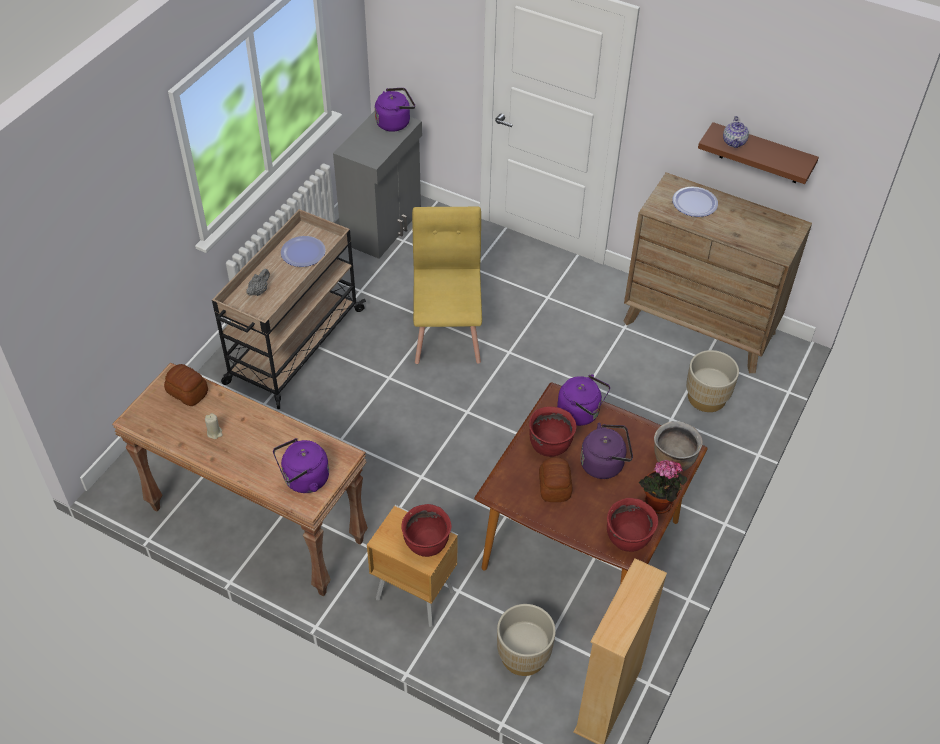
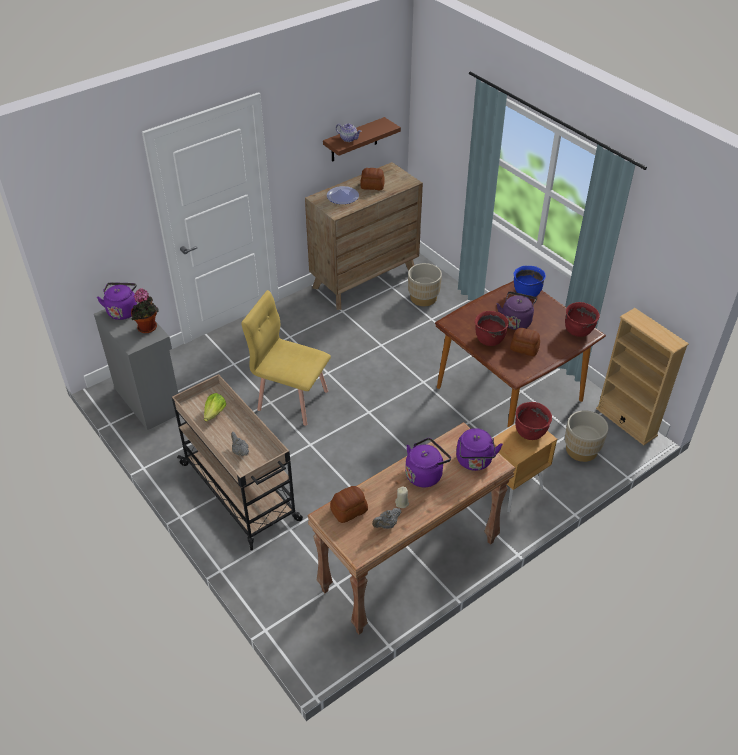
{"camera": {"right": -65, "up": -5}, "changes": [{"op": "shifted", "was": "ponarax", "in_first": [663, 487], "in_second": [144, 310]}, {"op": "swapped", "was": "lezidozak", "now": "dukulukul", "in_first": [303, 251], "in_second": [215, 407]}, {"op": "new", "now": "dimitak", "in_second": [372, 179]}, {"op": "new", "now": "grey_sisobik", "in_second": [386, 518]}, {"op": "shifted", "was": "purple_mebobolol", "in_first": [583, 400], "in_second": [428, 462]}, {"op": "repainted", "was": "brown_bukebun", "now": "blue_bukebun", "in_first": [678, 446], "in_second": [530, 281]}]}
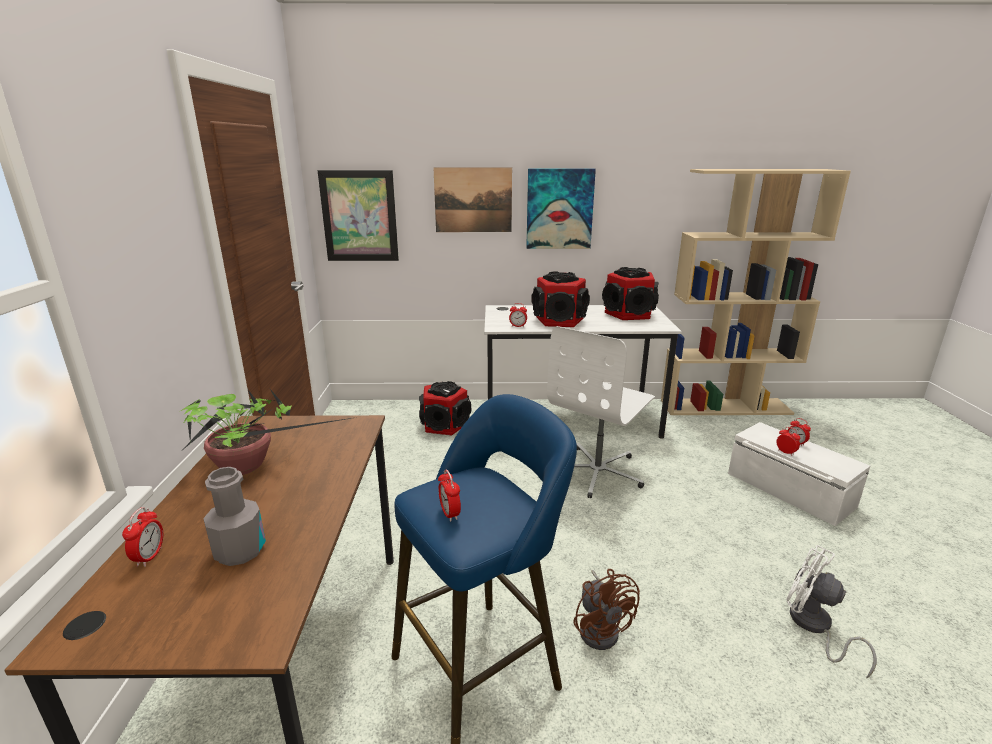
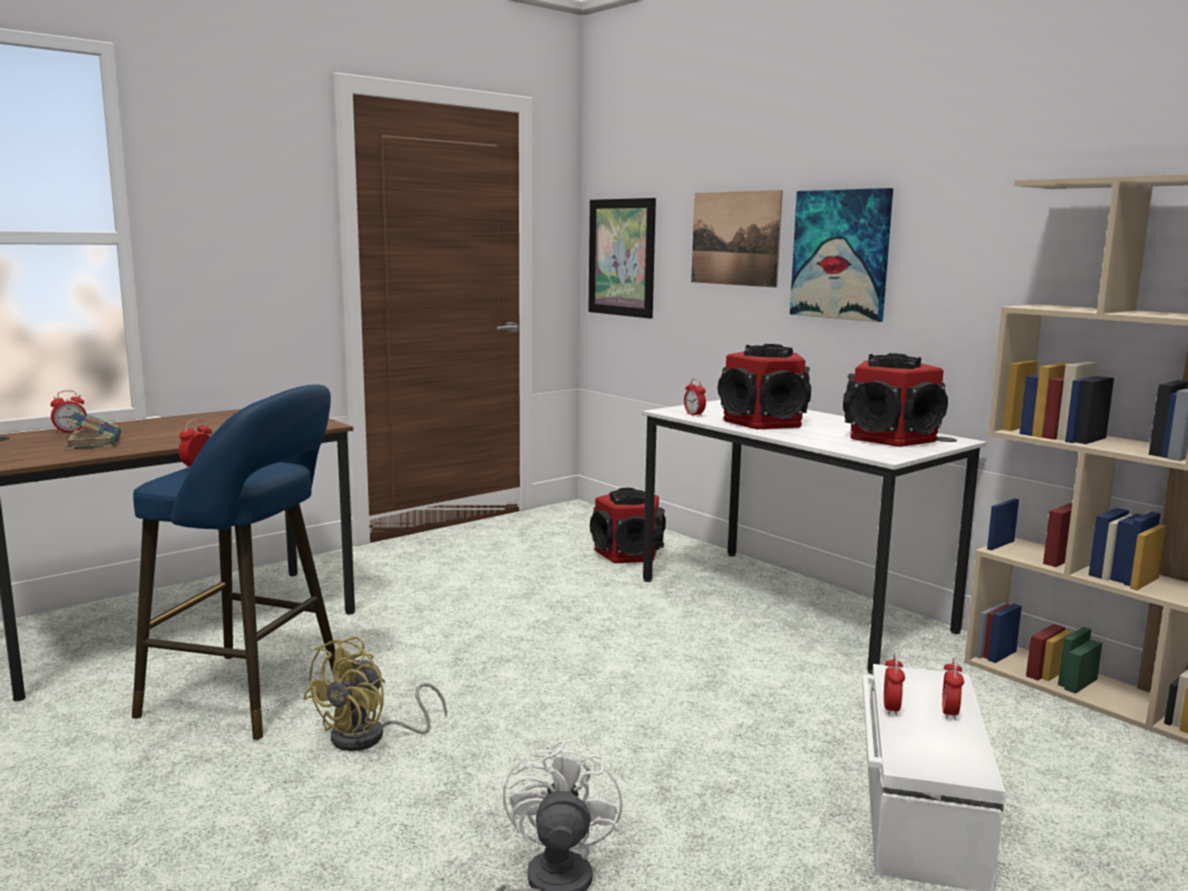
{"camera": {"right": 50, "up": -10}, "changes": [{"op": "swapped", "was": "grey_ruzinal", "now": "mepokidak", "in_first": [234, 516], "in_second": [93, 430]}, {"op": "repainted", "was": "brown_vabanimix", "now": "yellow_vabanimix", "in_first": [606, 609], "in_second": [375, 694]}, {"op": "gone", "was": "ponarax", "in_first": [268, 432]}, {"op": "gone", "was": "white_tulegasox", "in_first": [601, 412]}]}
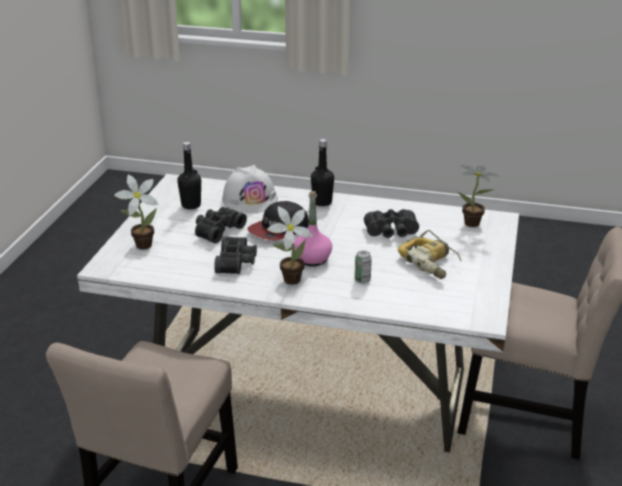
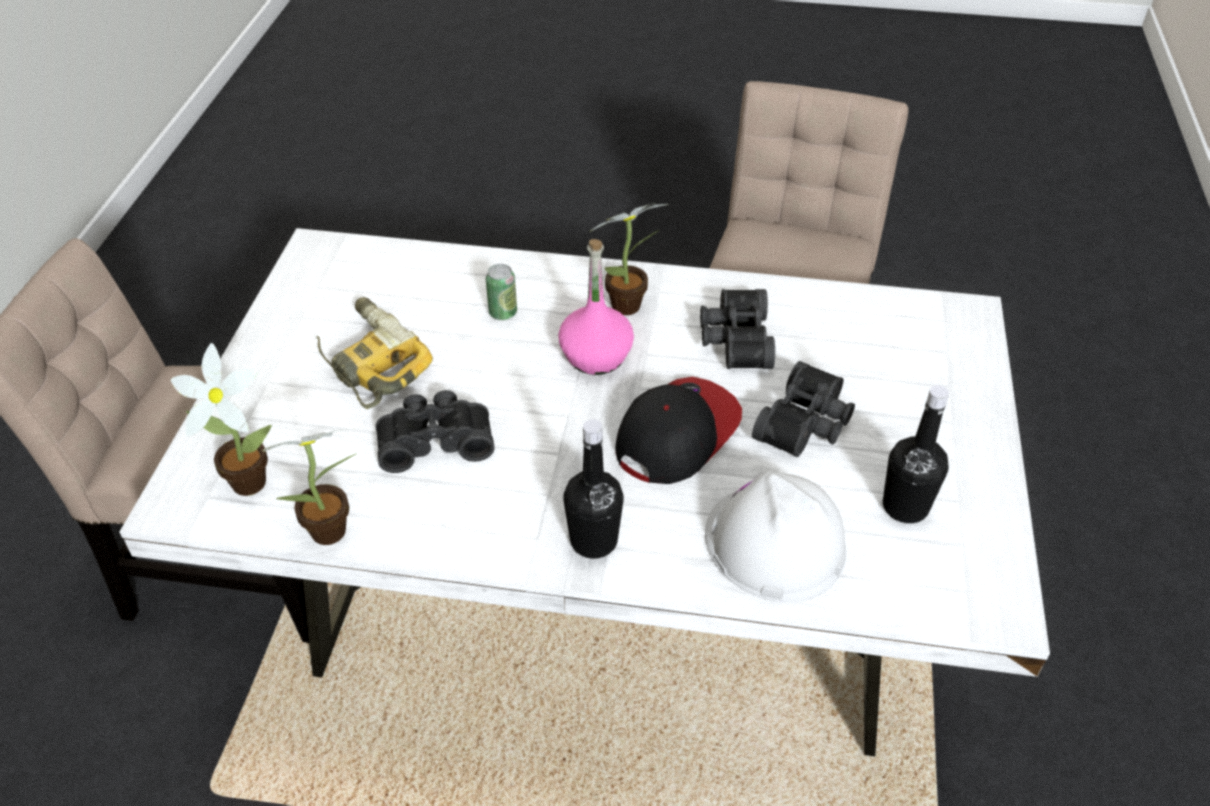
{"camera": {"right": 175, "up": 15}, "changes": [{"op": "shifted", "was": "ponarax", "in_first": [136, 212], "in_second": [311, 486]}]}
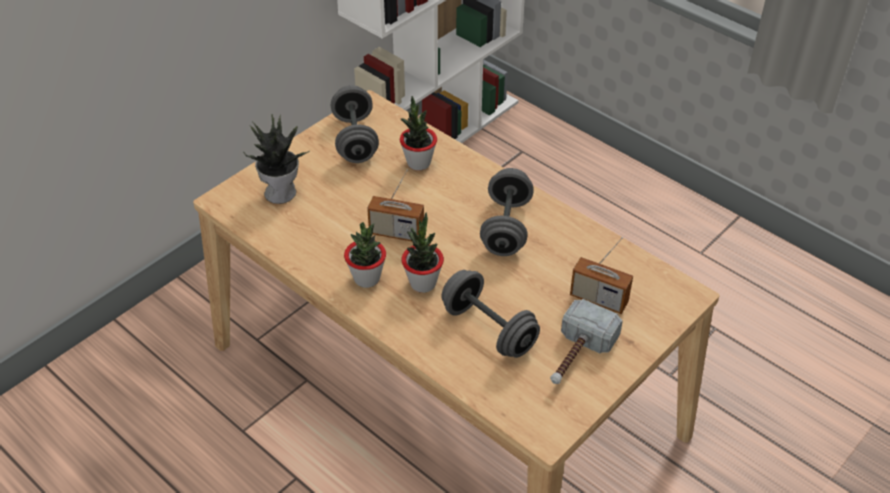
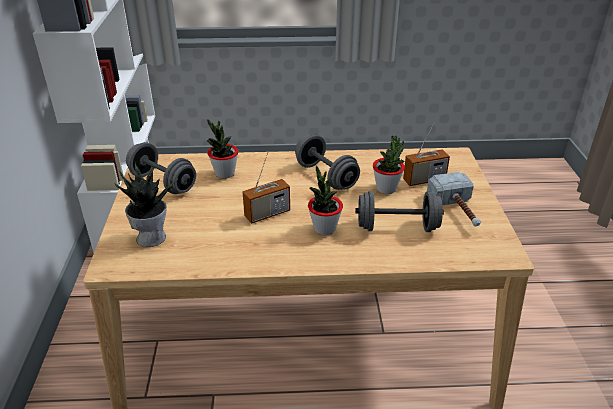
{"camera": {"right": -45, "up": -10}, "changes": [{"op": "shifted", "was": "ponarax", "in_first": [365, 255], "in_second": [389, 164]}]}
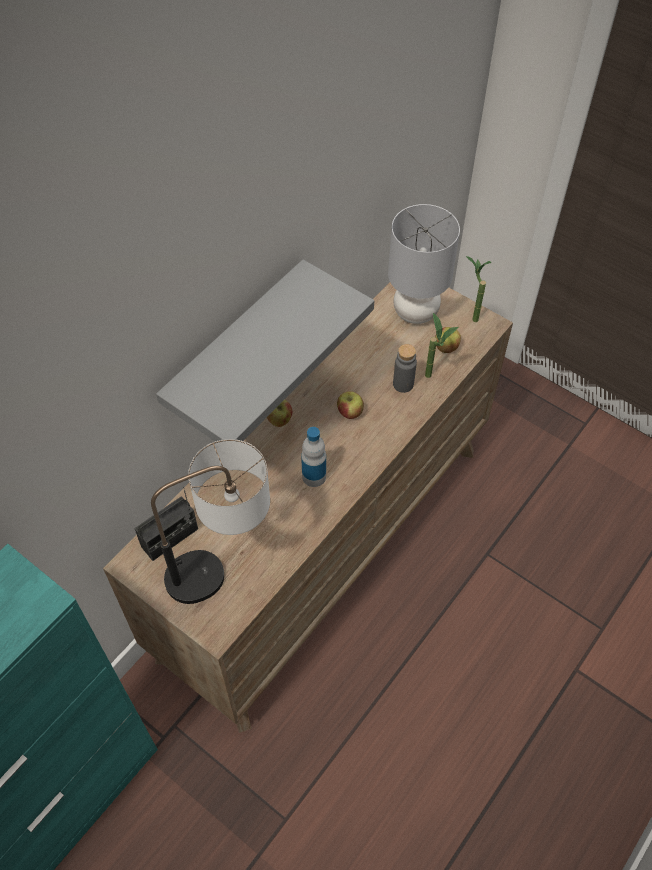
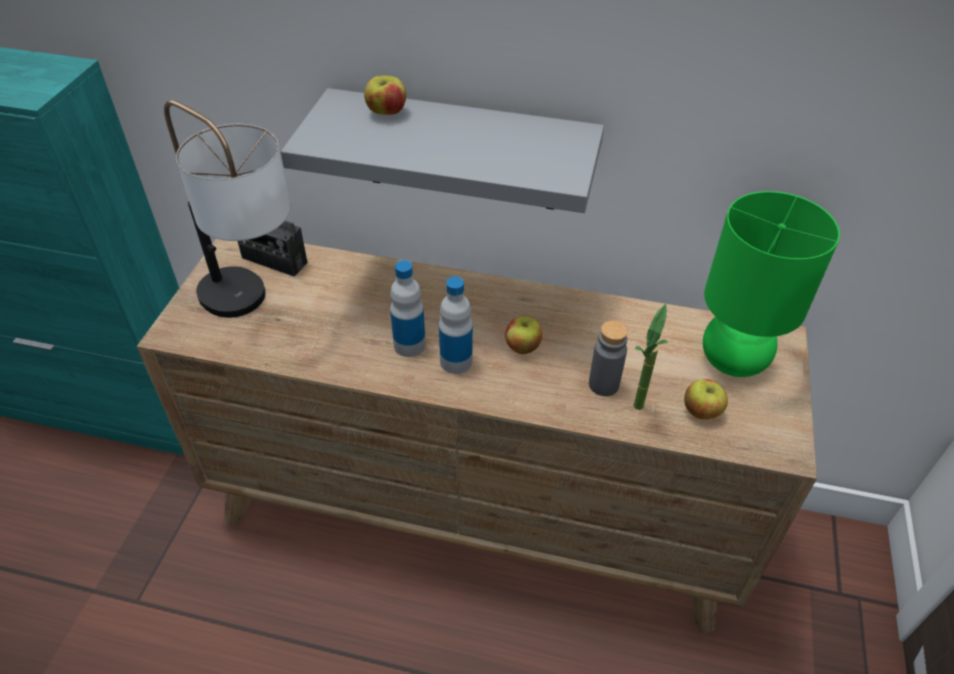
{"camera": {"right": 65, "up": -10}, "changes": [{"op": "shifted", "was": "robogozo", "in_first": [279, 413], "in_second": [385, 95]}, {"op": "new", "now": "ruzinal", "in_second": [456, 325]}, {"op": "repainted", "was": "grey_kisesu", "now": "green_kisesu", "in_first": [424, 264], "in_second": [771, 284]}, {"op": "gone", "was": "ponarax", "in_first": [479, 289]}]}
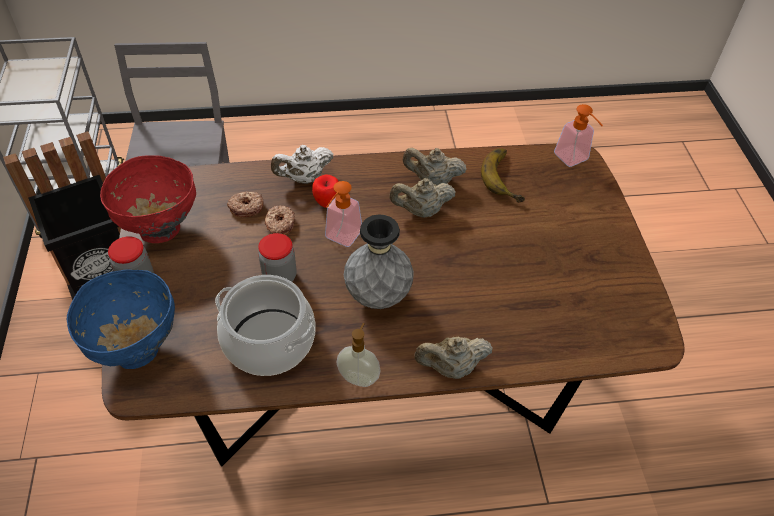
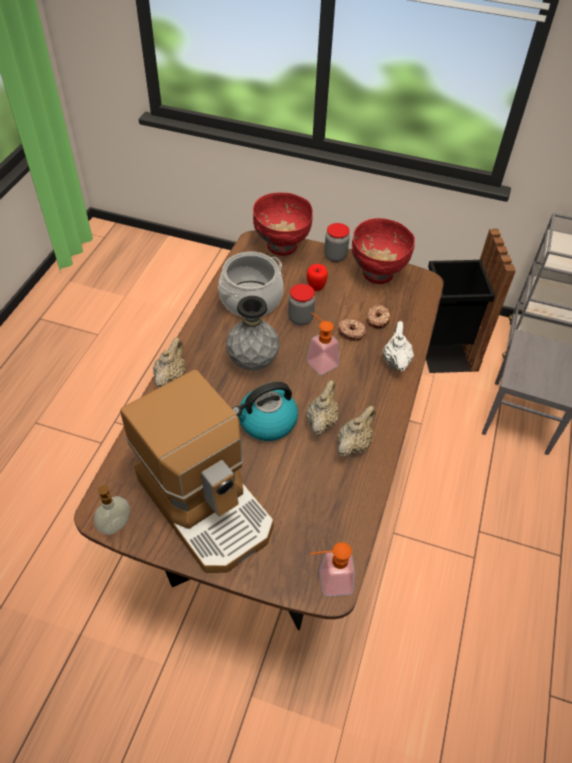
{"camera": {"right": 115, "up": 0}, "changes": [{"op": "shifted", "was": "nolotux", "in_first": [358, 355], "in_second": [112, 510]}, {"op": "new", "now": "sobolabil", "in_second": [197, 471]}, {"op": "new", "now": "mebobolol", "in_second": [265, 411]}, {"op": "repainted", "was": "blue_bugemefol", "now": "red_bugemefol", "in_first": [121, 319], "in_second": [283, 224]}, {"op": "shifted", "was": "robogozo", "in_first": [325, 191], "in_second": [317, 277]}, {"op": "gone", "was": "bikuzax", "in_first": [503, 175]}]}
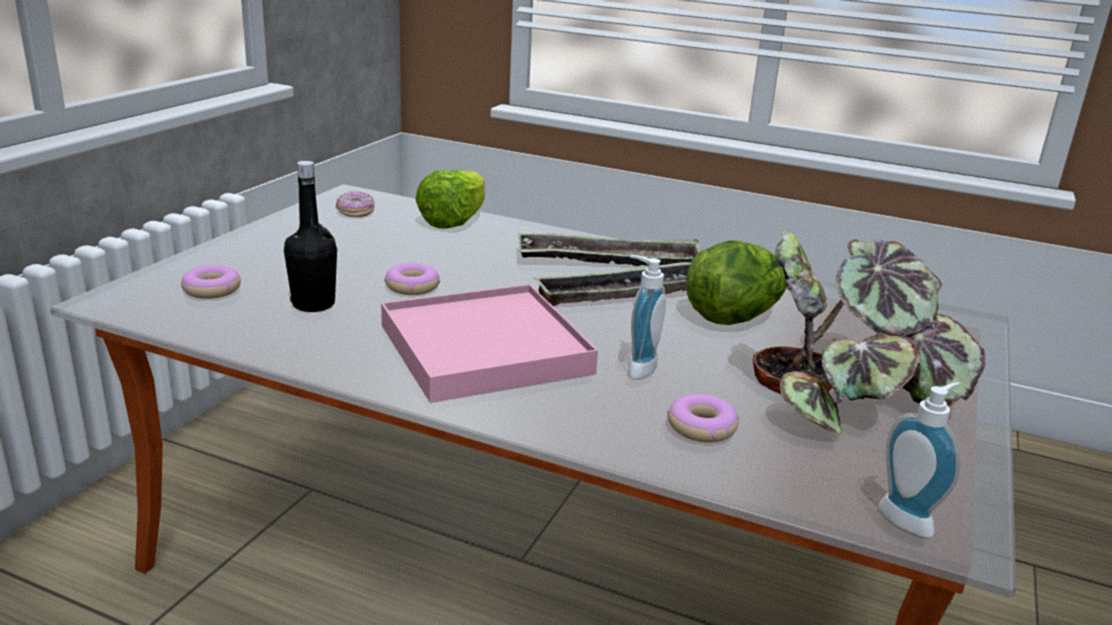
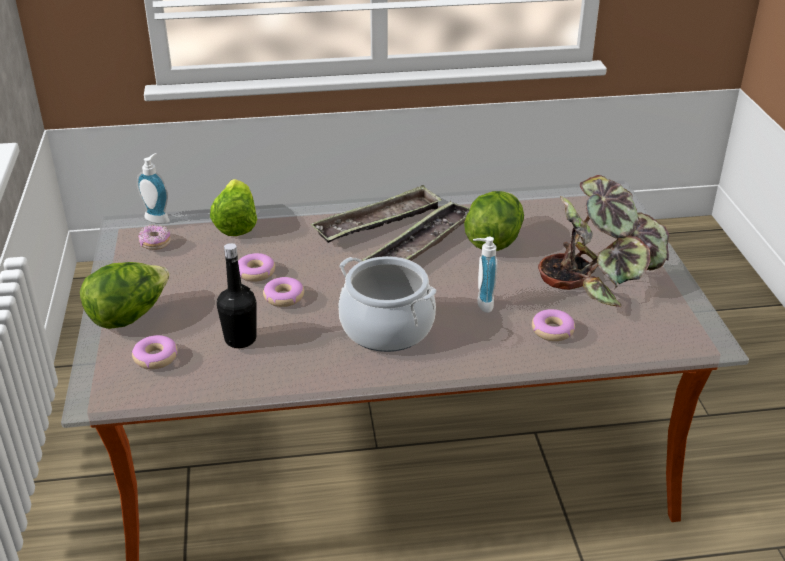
{"camera": {"right": -30, "up": 10}, "changes": [{"op": "new", "now": "dukulukul", "in_second": [125, 295]}, {"op": "shifted", "was": "nolotux", "in_first": [919, 460], "in_second": [153, 188]}, {"op": "new", "now": "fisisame", "in_second": [256, 267]}, {"op": "swapped", "was": "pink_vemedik", "now": "bukebun", "in_first": [489, 343], "in_second": [387, 304]}]}
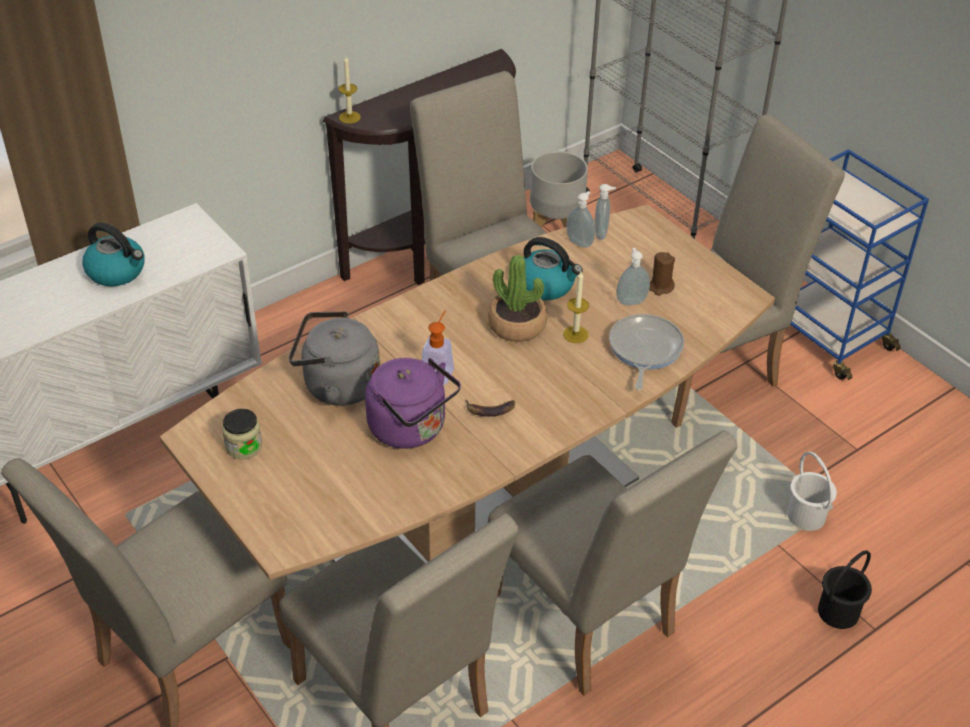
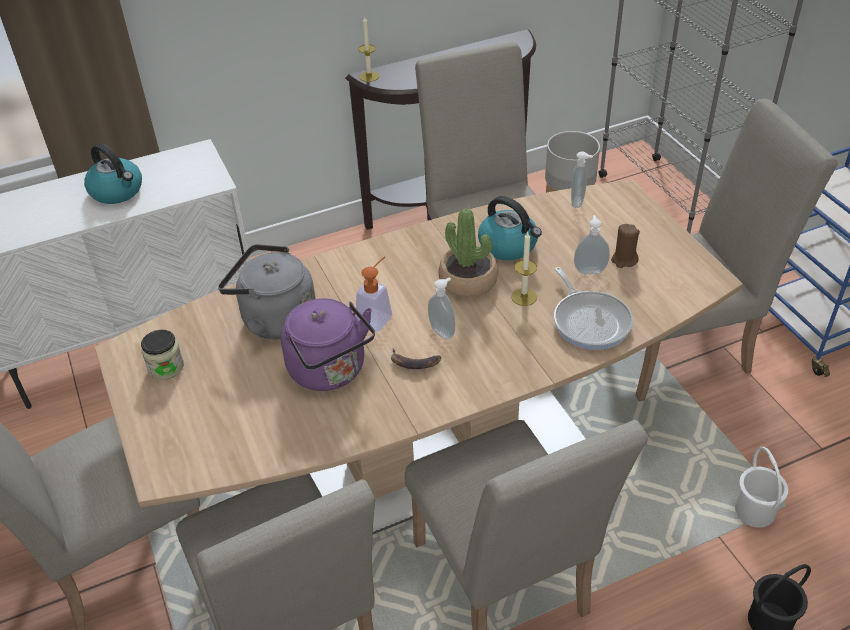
{"camera": {"right": 15, "up": 0}, "changes": [{"op": "shifted", "was": "nolotux", "in_first": [580, 219], "in_second": [441, 308]}, {"op": "rotated", "was": "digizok", "in_first": [646, 352], "in_second": [593, 308], "clockwise": 135}]}
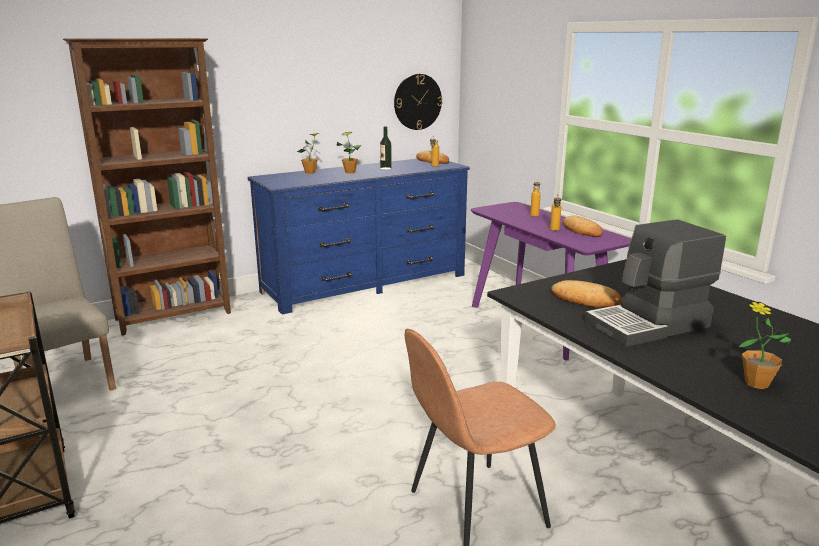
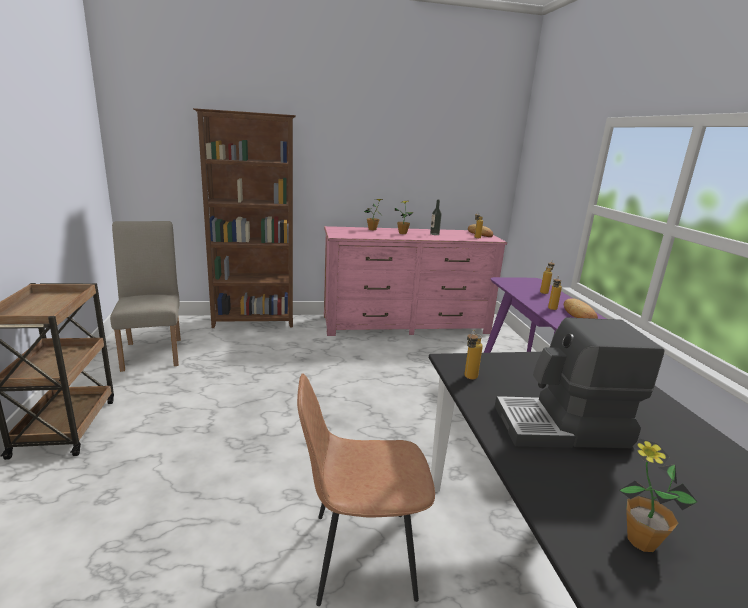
{"camera": {"right": 20, "up": 0}, "changes": [{"op": "repainted", "was": "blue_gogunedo", "now": "pink_gogunedo", "in_first": [359, 237], "in_second": [415, 281]}, {"op": "new", "now": "ruzinal", "in_second": [473, 354]}, {"op": "gone", "was": "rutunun", "in_first": [418, 102]}, {"op": "gone", "was": "dimitak", "in_first": [586, 293]}]}
